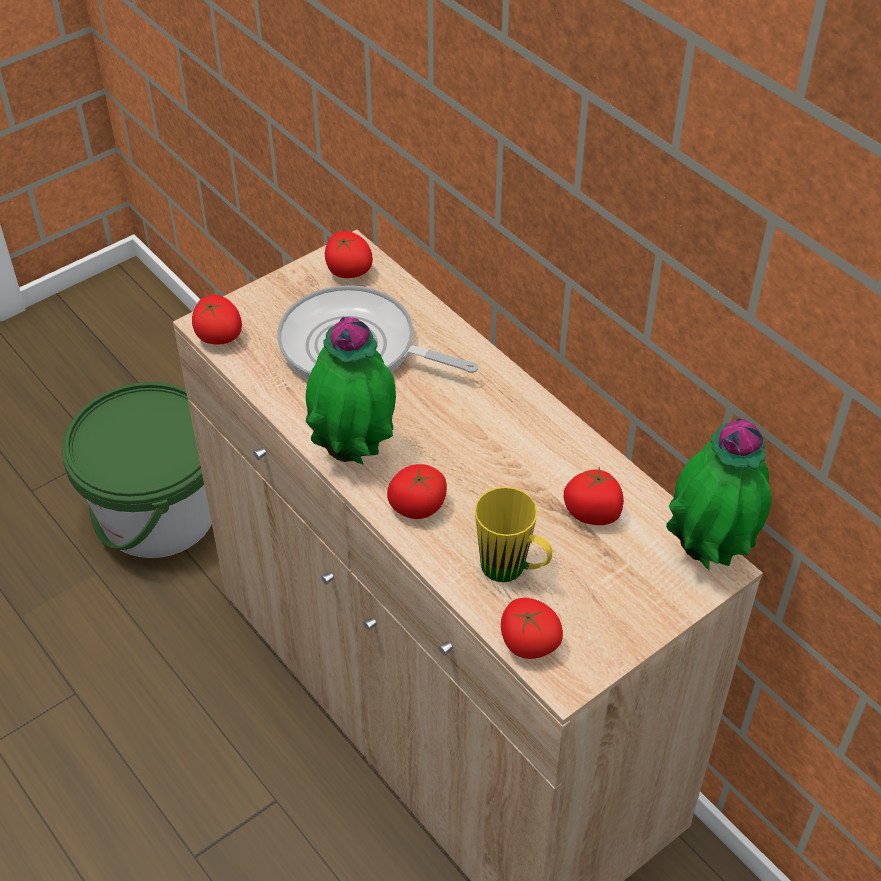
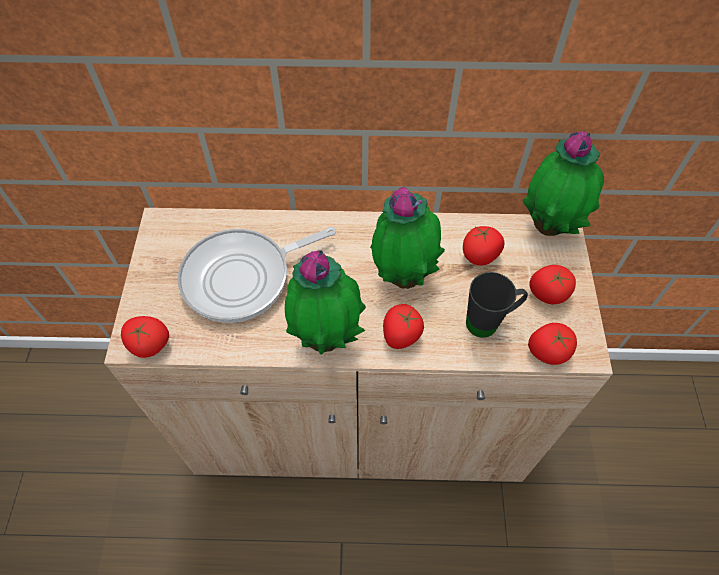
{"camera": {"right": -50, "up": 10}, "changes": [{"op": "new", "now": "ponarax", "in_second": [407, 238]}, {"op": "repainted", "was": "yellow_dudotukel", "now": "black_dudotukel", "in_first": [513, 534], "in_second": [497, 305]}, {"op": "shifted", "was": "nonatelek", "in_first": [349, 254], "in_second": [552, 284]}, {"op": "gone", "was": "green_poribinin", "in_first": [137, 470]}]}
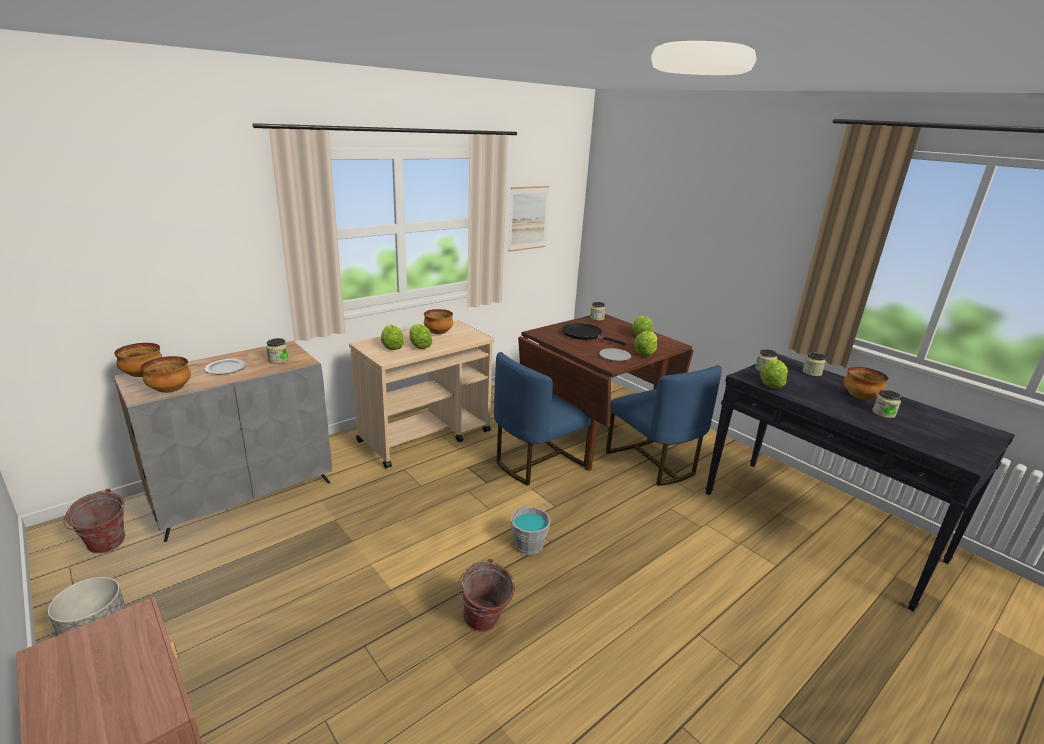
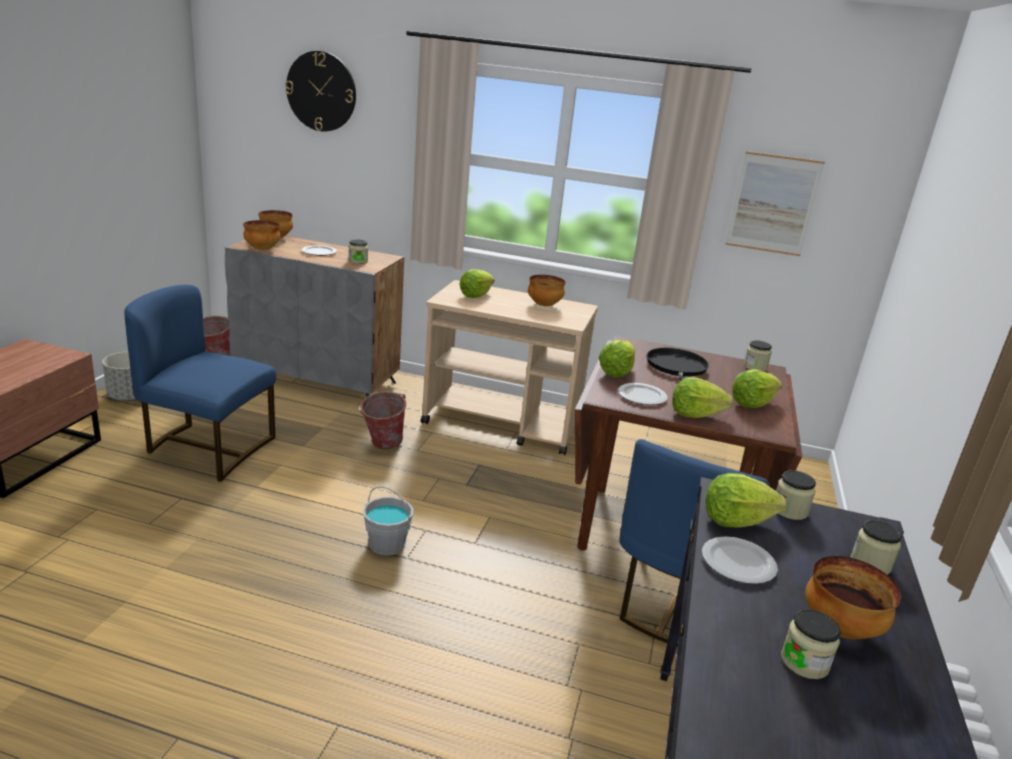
{"camera": {"right": 55, "up": 0}, "changes": [{"op": "shifted", "was": "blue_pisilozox", "in_first": [542, 419], "in_second": [200, 383]}, {"op": "new", "now": "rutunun", "in_second": [320, 91]}, {"op": "shifted", "was": "poribinin", "in_first": [486, 595], "in_second": [382, 420]}, {"op": "shifted", "was": "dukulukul", "in_first": [420, 336], "in_second": [617, 358]}, {"op": "new", "now": "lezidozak", "in_second": [740, 560]}]}
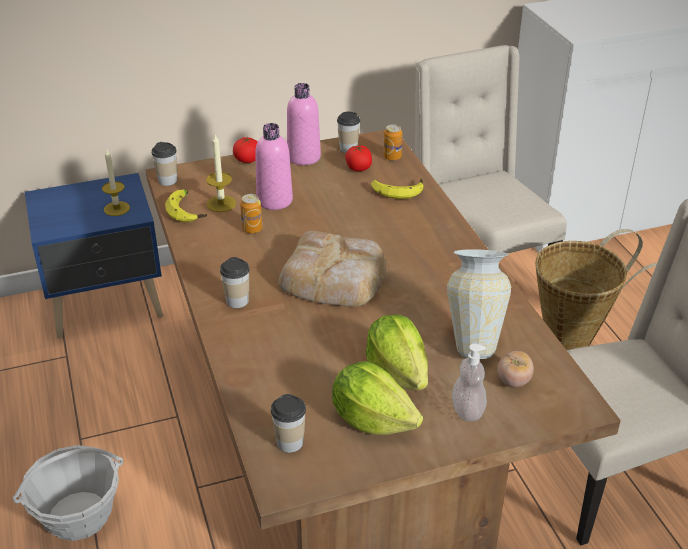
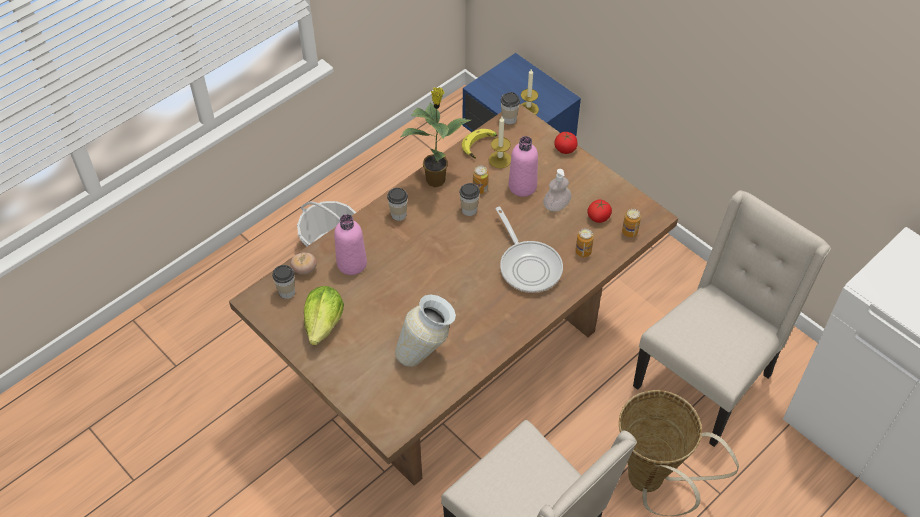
{"camera": {"right": 65, "up": 15}, "changes": [{"op": "shifted", "was": "nonatelek", "in_first": [515, 369], "in_second": [303, 263]}, {"op": "shifted", "was": "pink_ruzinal", "in_first": [304, 124], "in_second": [350, 244]}, {"op": "new", "now": "ponarax", "in_second": [435, 137]}, {"op": "shifted", "was": "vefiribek", "in_first": [348, 132], "in_second": [469, 199]}, {"op": "new", "now": "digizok", "in_second": [529, 250]}, {"op": "shifted", "was": "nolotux", "in_first": [469, 382], "in_second": [557, 190]}, {"op": "swapped", "was": "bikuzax", "now": "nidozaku", "in_first": [397, 188], "in_second": [584, 242]}, {"op": "gone", "was": "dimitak", "in_first": [332, 269]}, {"op": "gone", "was": "dukulukul", "in_first": [396, 352]}]}
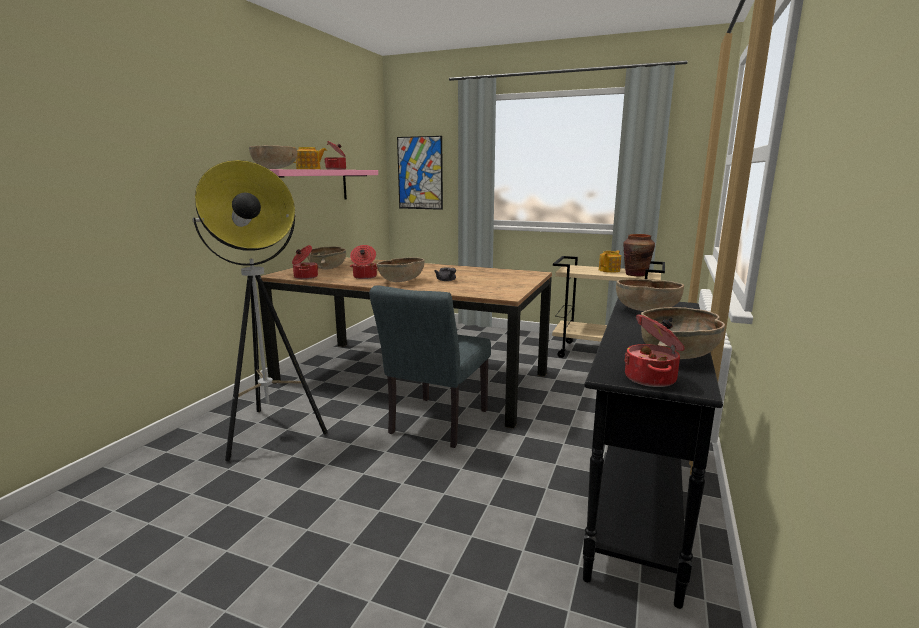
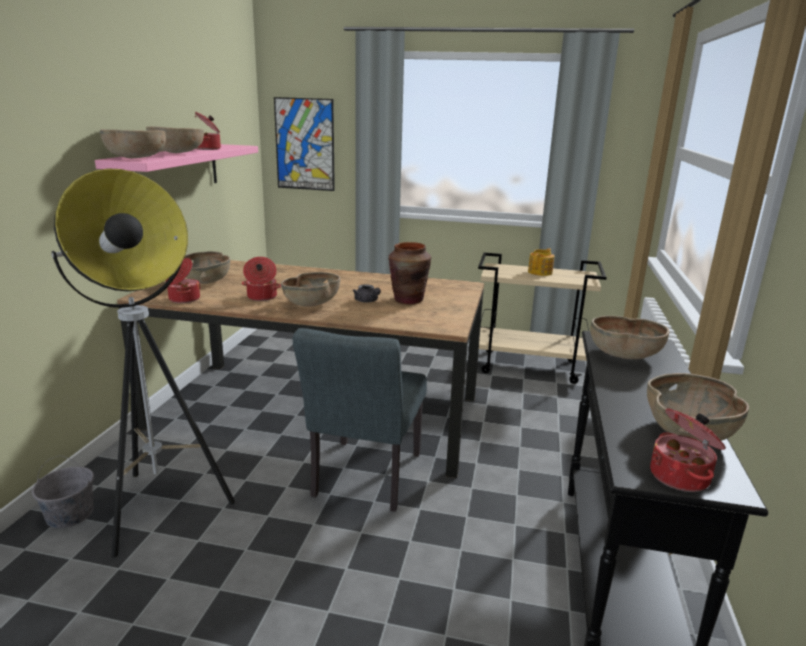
{"camera": {"right": -10, "up": 5}, "changes": [{"op": "new", "now": "grey_poribinin", "in_second": [63, 492]}, {"op": "swapped", "was": "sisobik", "now": "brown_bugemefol", "in_first": [310, 158], "in_second": [175, 139]}, {"op": "shifted", "was": "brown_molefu", "in_first": [639, 255], "in_second": [410, 273]}]}
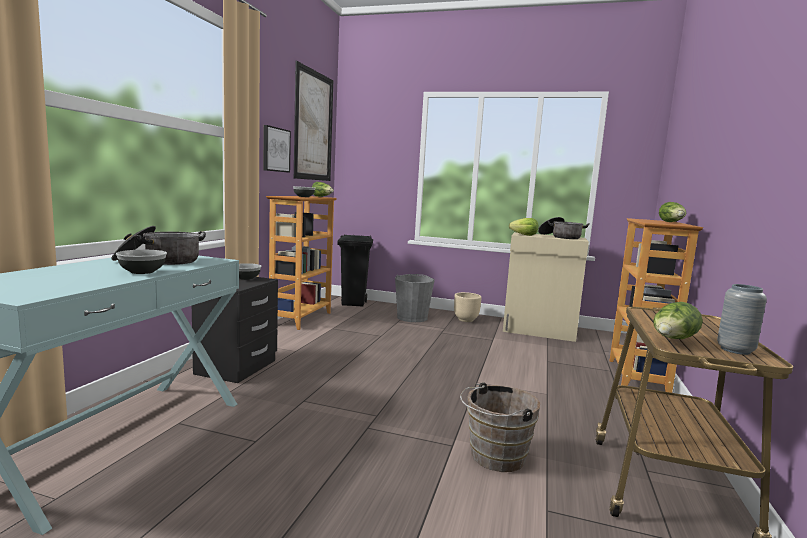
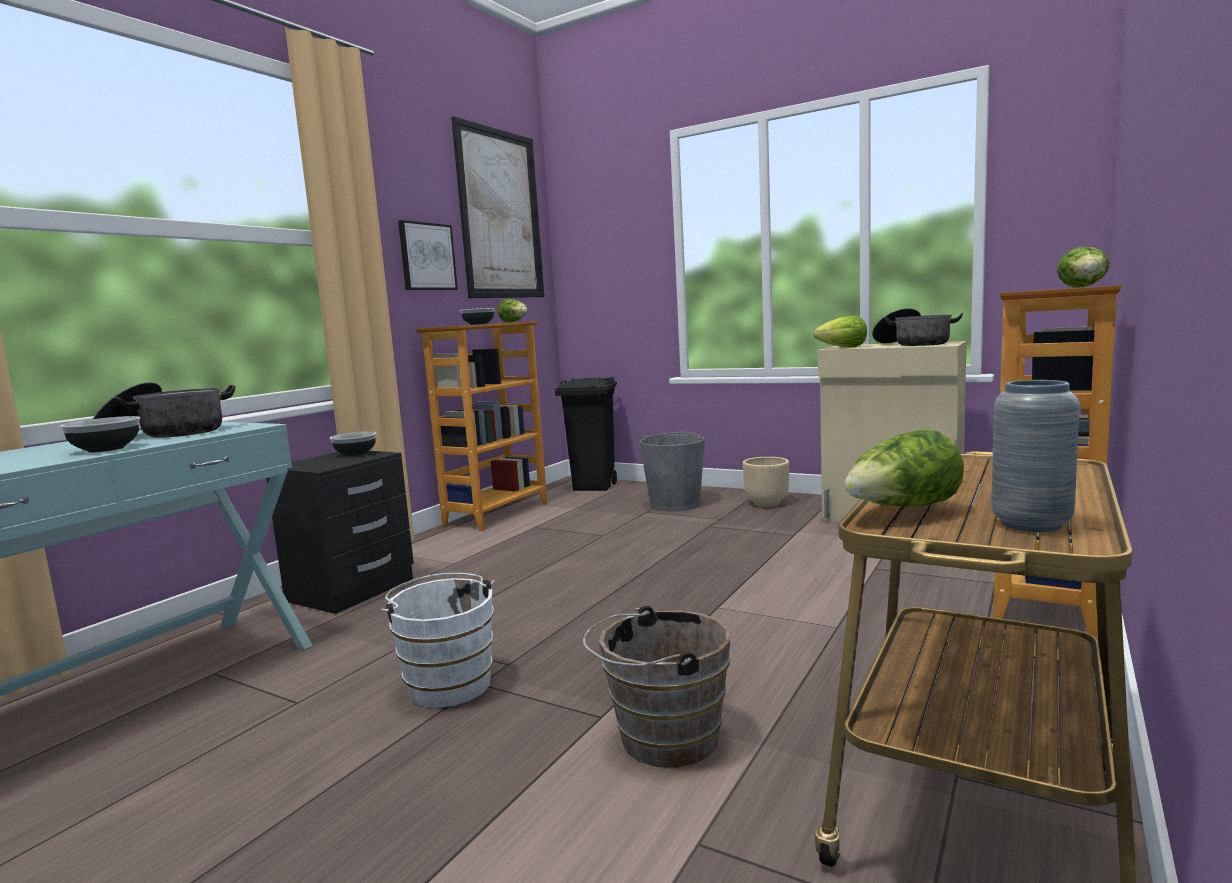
{"camera": {"right": 15, "up": 0}, "changes": [{"op": "new", "now": "white_poribinin", "in_second": [437, 640]}]}
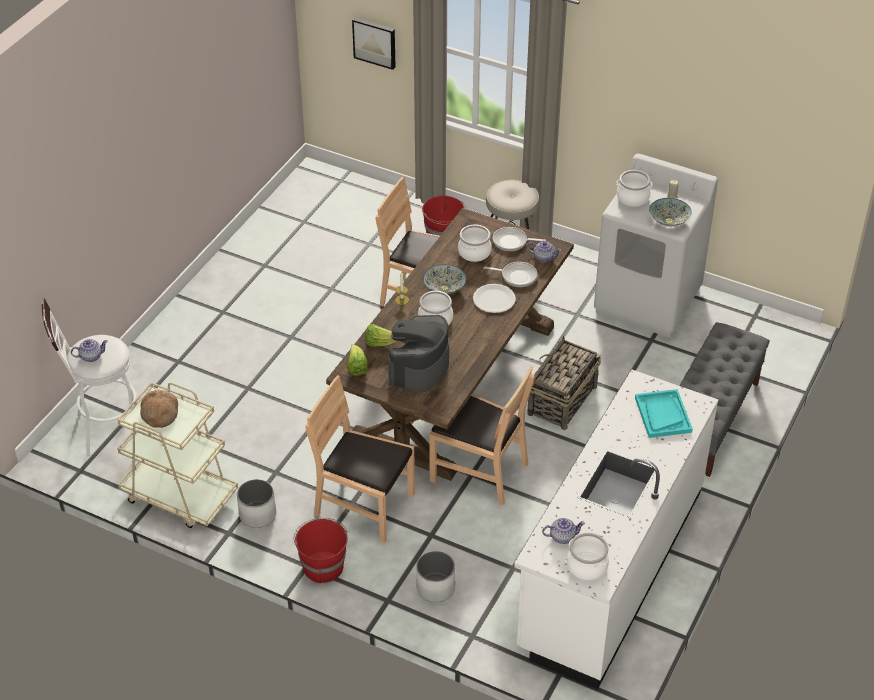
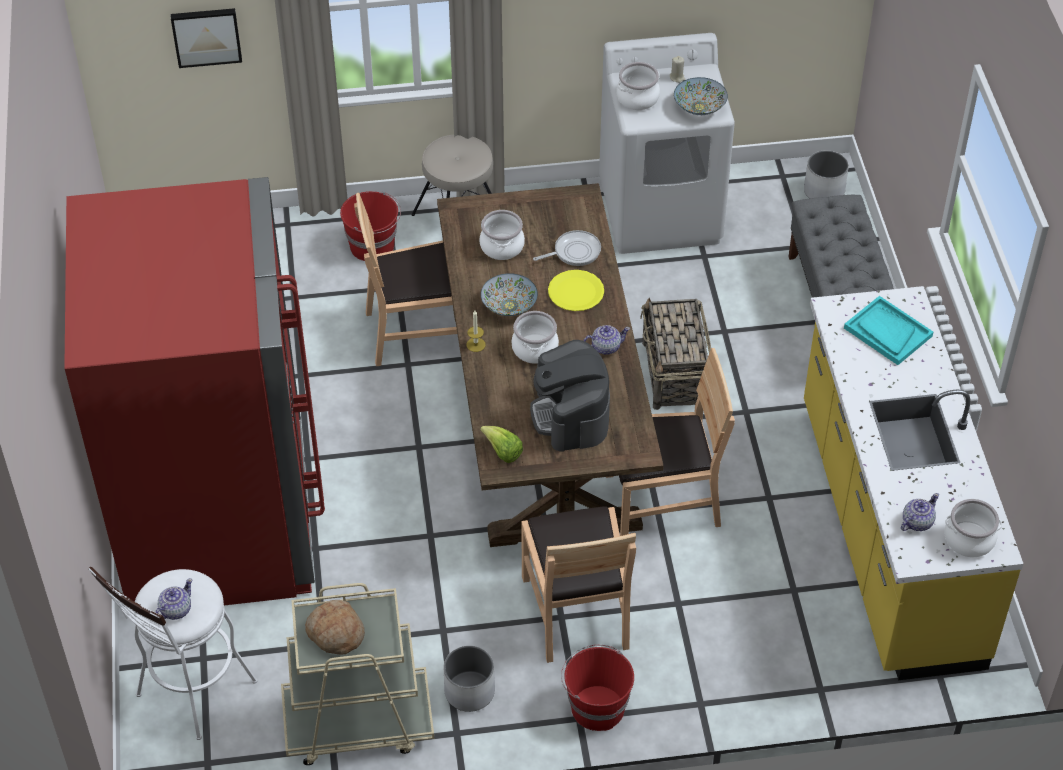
{"camera": {"right": -35, "up": 5}, "changes": [{"op": "new", "now": "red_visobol", "in_second": [194, 391]}, {"op": "rotated", "was": "brown_pisilozox", "in_first": [360, 459], "in_second": [578, 584], "clockwise": -90}, {"op": "repainted", "was": "white_lezidozak", "now": "yellow_lezidozak", "in_first": [494, 298], "in_second": [576, 290]}, {"op": "shifted", "was": "sisobik", "in_first": [544, 252], "in_second": [606, 340]}, {"op": "shifted", "was": "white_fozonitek", "in_first": [435, 576], "in_second": [826, 174]}, {"op": "repainted", "was": "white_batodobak", "now": "yellow_batodobak", "in_first": [616, 529], "in_second": [913, 483]}, {"op": "gone", "was": "dukulukul", "in_first": [381, 335]}, {"op": "gone", "was": "digizok", "in_first": [519, 239]}]}
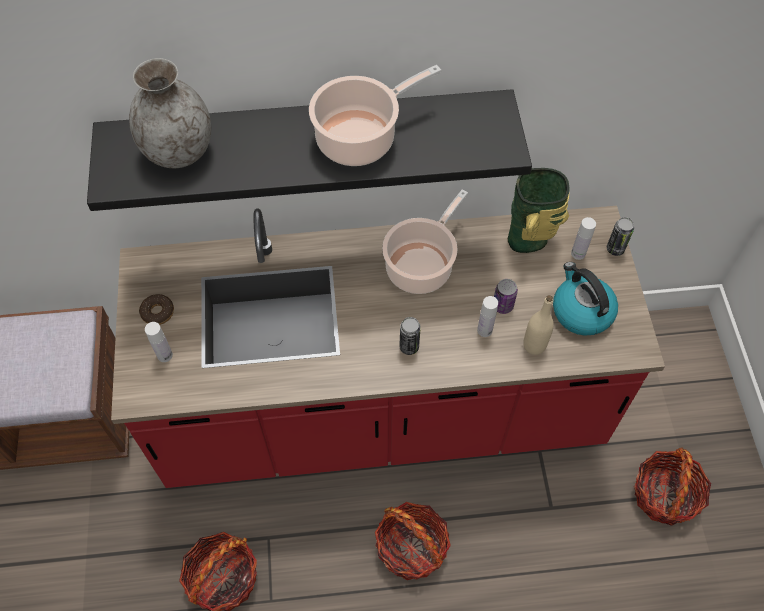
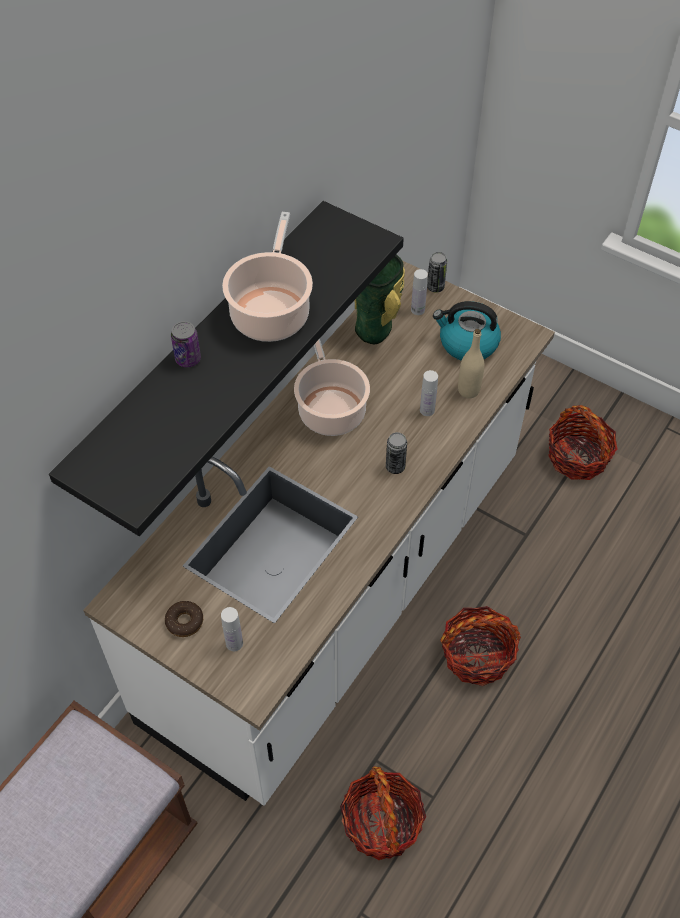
{"camera": {"right": -50, "up": -5}, "changes": [{"op": "repainted", "was": "red_batodobak", "now": "white_batodobak", "in_first": [388, 347], "in_second": [319, 533]}, {"op": "shifted", "was": "nidozaku", "in_first": [506, 296], "in_second": [186, 344]}, {"op": "gone", "was": "grey_molefu", "in_first": [170, 113]}]}
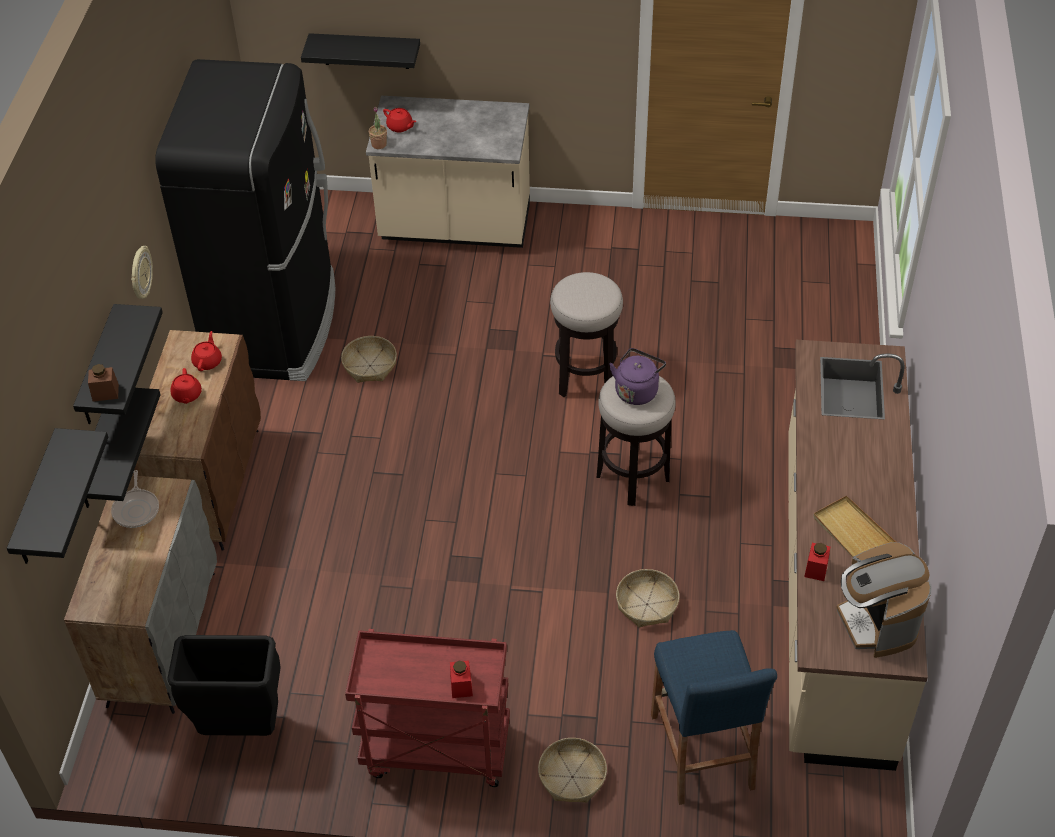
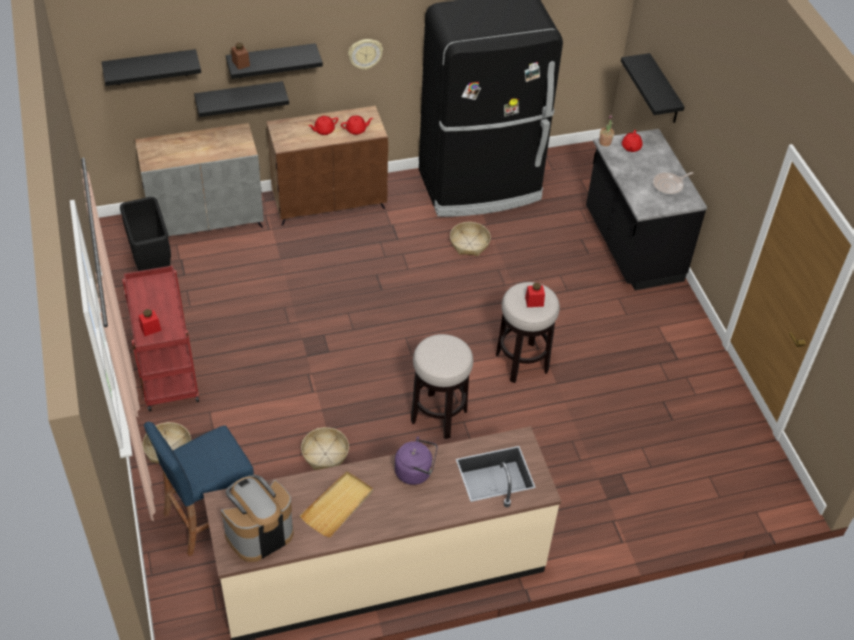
{"camera": {"right": 65, "up": 0}, "changes": [{"op": "shifted", "was": "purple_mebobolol", "in_first": [637, 376], "in_second": [416, 461]}, {"op": "shifted", "was": "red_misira", "in_first": [817, 562], "in_second": [535, 295]}, {"op": "repainted", "was": "beige_batodobak", "now": "black_batodobak", "in_first": [448, 172], "in_second": [646, 209]}, {"op": "shifted", "was": "digizok", "in_first": [135, 499], "in_second": [673, 183]}]}
